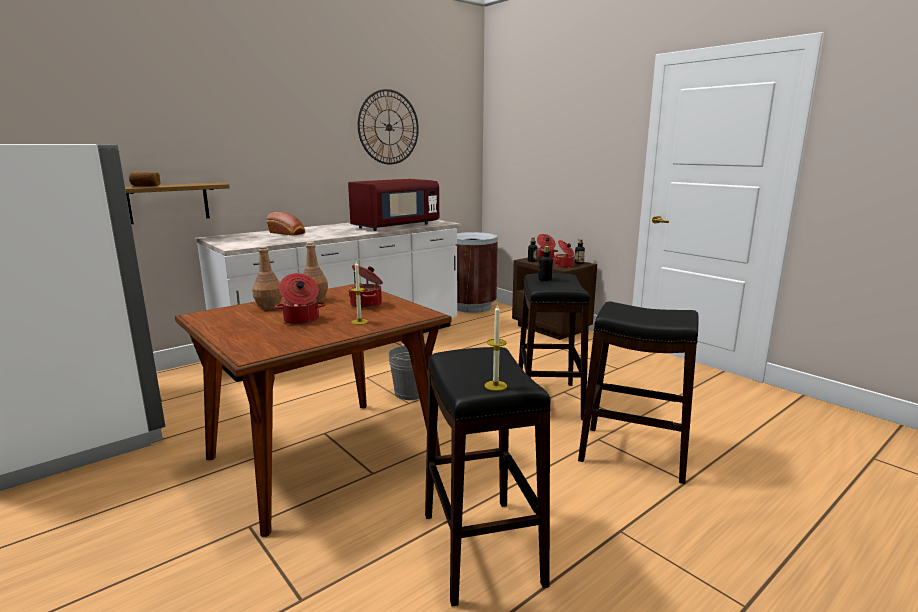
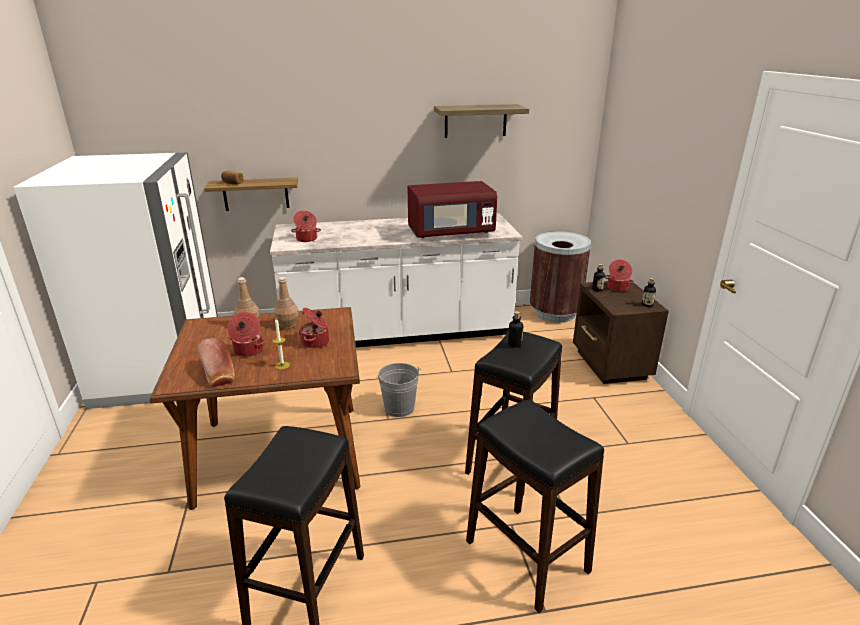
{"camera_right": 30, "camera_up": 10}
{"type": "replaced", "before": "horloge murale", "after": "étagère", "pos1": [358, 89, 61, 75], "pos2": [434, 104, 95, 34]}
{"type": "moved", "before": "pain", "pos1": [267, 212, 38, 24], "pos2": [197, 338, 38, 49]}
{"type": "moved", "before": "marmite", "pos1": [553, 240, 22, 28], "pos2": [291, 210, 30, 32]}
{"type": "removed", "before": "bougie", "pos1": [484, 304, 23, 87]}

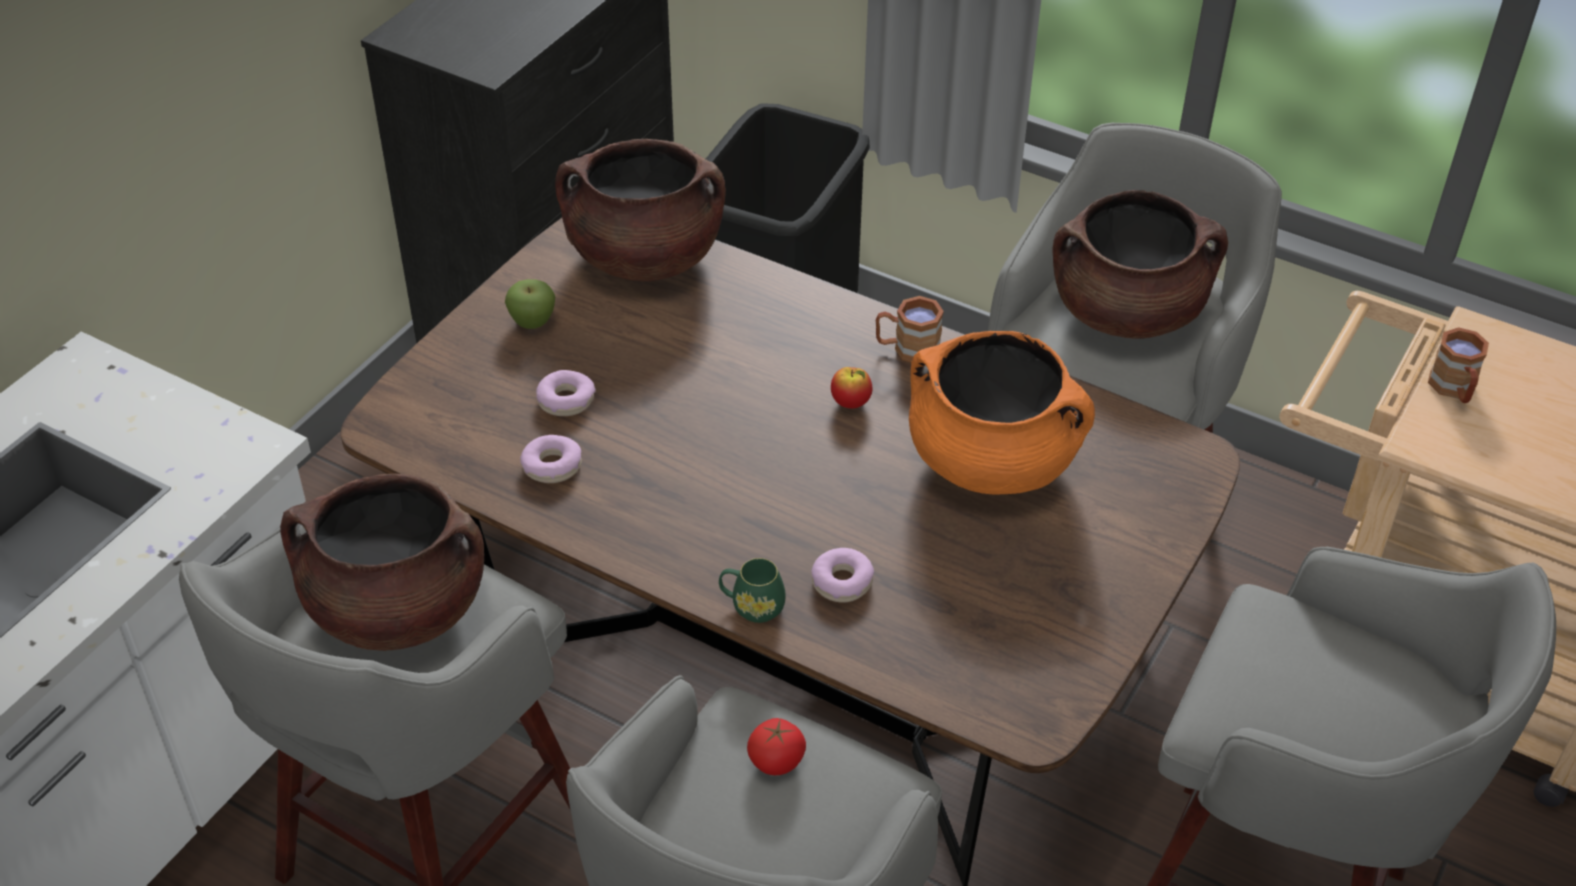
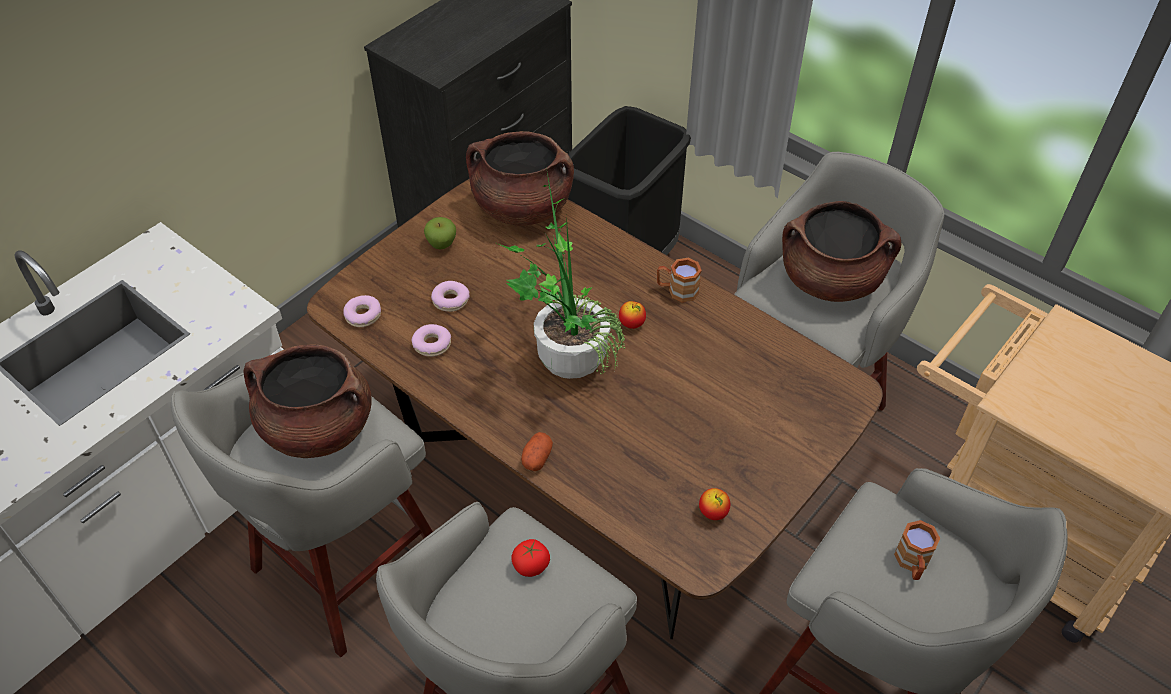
{"camera_right": 10, "camera_up": 5}
{"type": "moved", "before": "mug/marron", "pos1": [1428, 327, 61, 76], "pos2": [894, 520, 46, 60]}
{"type": "removed", "before": "marmite/orange", "pos1": [909, 331, 186, 163]}
{"type": "moved", "before": "beignet", "pos1": [811, 548, 63, 55], "pos2": [343, 295, 38, 32]}
{"type": "replaced", "before": "mug/vert", "after": "pomme de terre", "pos1": [719, 558, 67, 65], "pos2": [521, 432, 32, 39]}
{"type": "added", "after": "plante en pot", "pos2": [497, 167, 128, 212]}
{"type": "added", "after": "pomme", "pos2": [699, 488, 31, 32]}

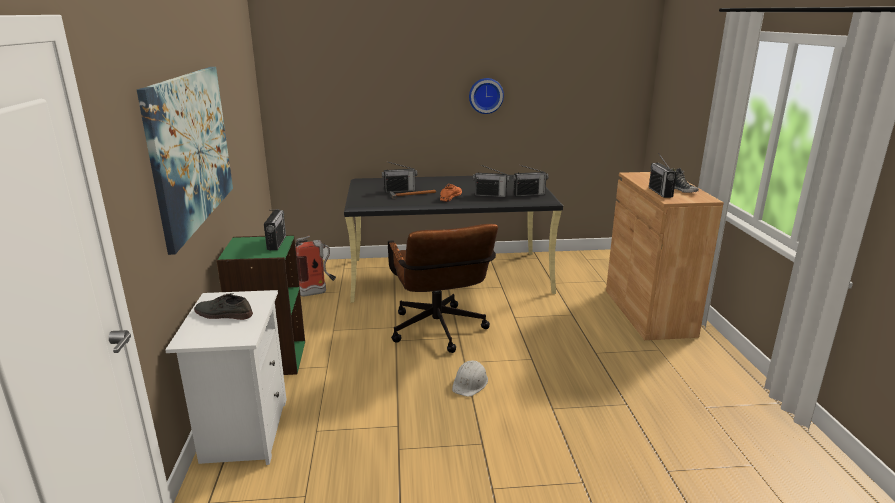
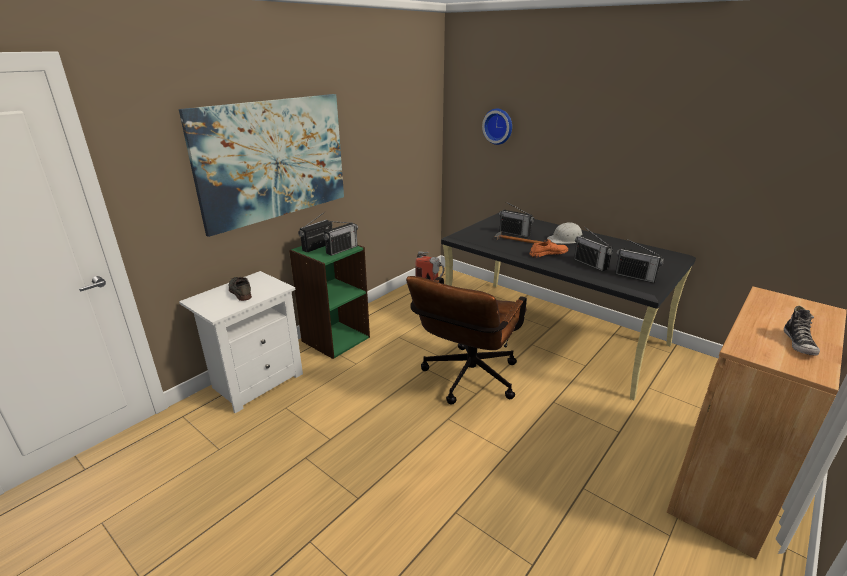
{"camera_right": 45, "camera_up": 5}
{"type": "moved", "before": "horloge murale", "pos1": [469, 78, 35, 36], "pos2": [482, 109, 30, 36]}
{"type": "moved", "before": "radio", "pos1": [649, 153, 28, 45], "pos2": [298, 213, 35, 39]}
{"type": "moved", "before": "casque de chantier/blanc", "pos1": [452, 360, 36, 37], "pos2": [547, 222, 36, 22]}

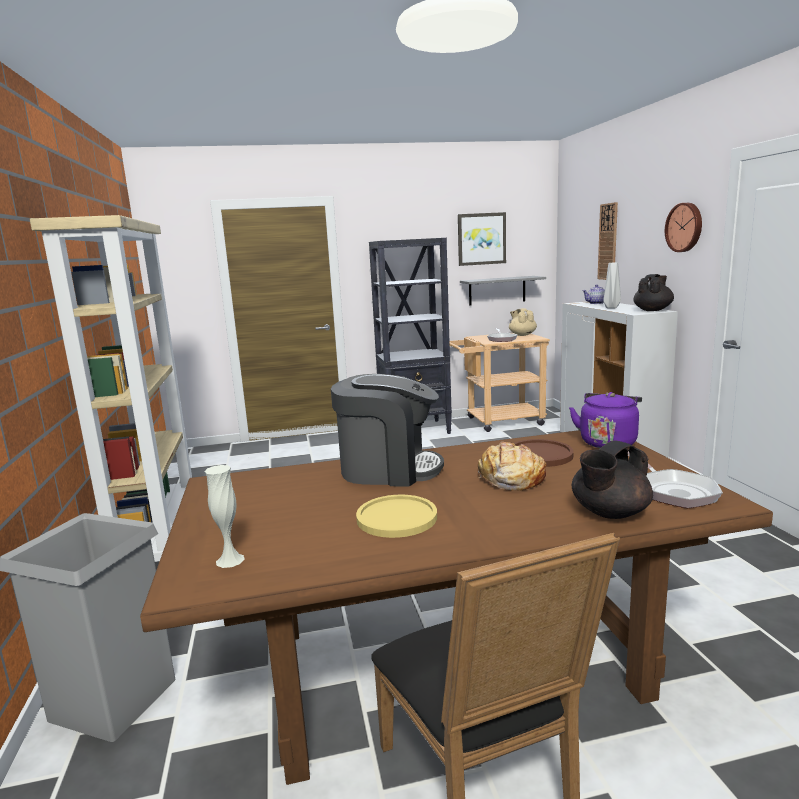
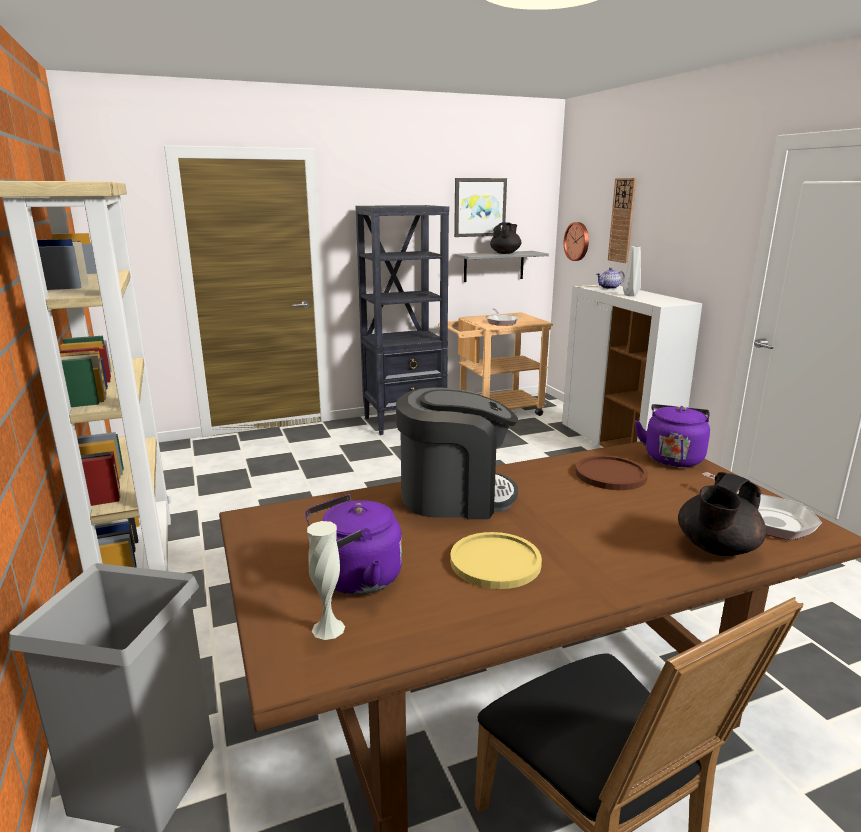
{"camera_right": -10, "camera_up": 5}
{"type": "moved", "before": "horloge murale", "pos1": [665, 203, 37, 49], "pos2": [564, 222, 25, 39]}
{"type": "moved", "before": "théière/noir", "pos1": [634, 274, 40, 37], "pos2": [490, 222, 31, 32]}
{"type": "removed", "before": "théière/beige", "pos1": [509, 308, 28, 28]}
{"type": "removed", "before": "pain", "pos1": [478, 442, 69, 49]}
{"type": "added", "after": "bouilloire/violet", "pos2": [305, 494, 97, 101]}

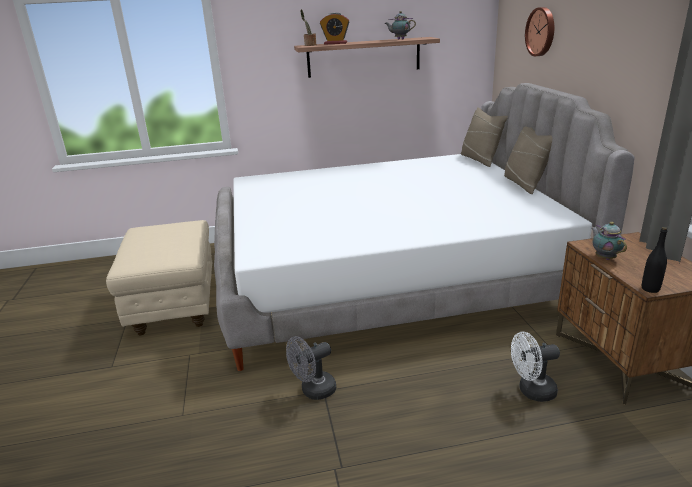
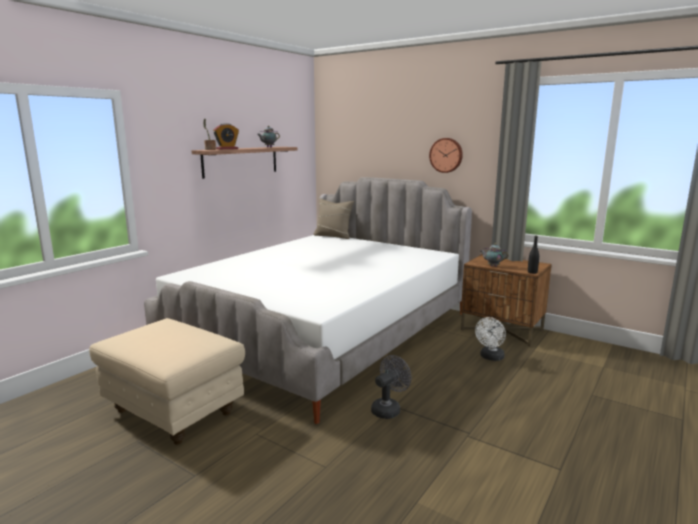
{"camera_right": -45, "camera_up": -10}
{"type": "moved", "before": "horloge murale", "pos1": [525, 7, 29, 49], "pos2": [429, 138, 34, 35]}
{"type": "removed", "before": "coussin/beige", "pos1": [504, 127, 48, 67]}
{"type": "turned", "before": "ventilateur/gris", "pos1": [286, 336, 50, 64], "pos2": [371, 355, 40, 64], "turn": -150}

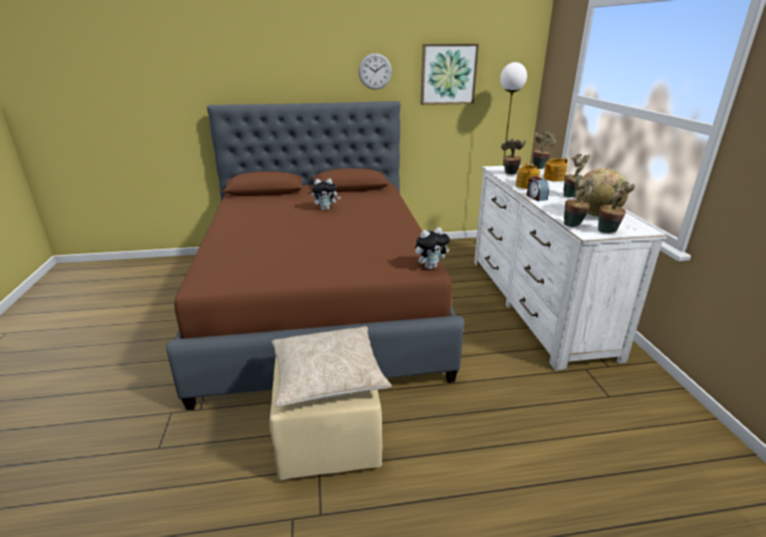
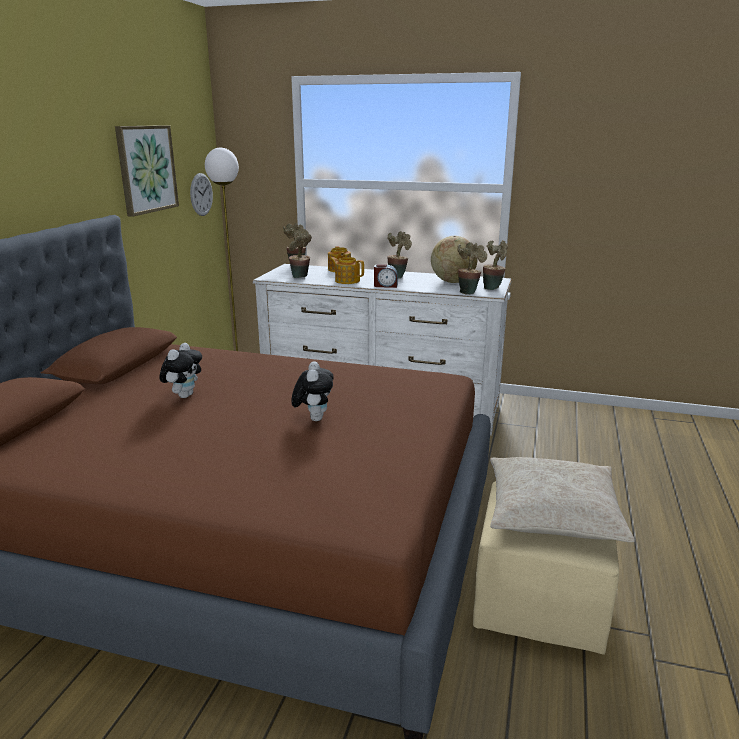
{"camera_right": -65, "camera_up": -5}
{"type": "moved", "before": "horloge murale", "pos1": [359, 53, 33, 37], "pos2": [190, 173, 23, 43]}
{"type": "moved", "before": "peluche", "pos1": [415, 227, 35, 42], "pos2": [291, 361, 43, 60]}

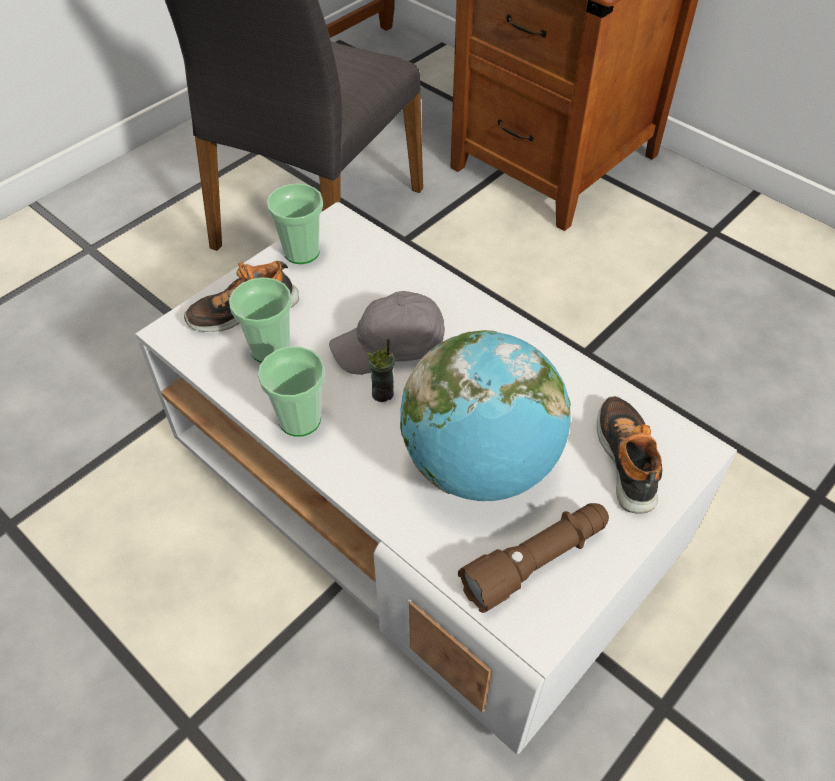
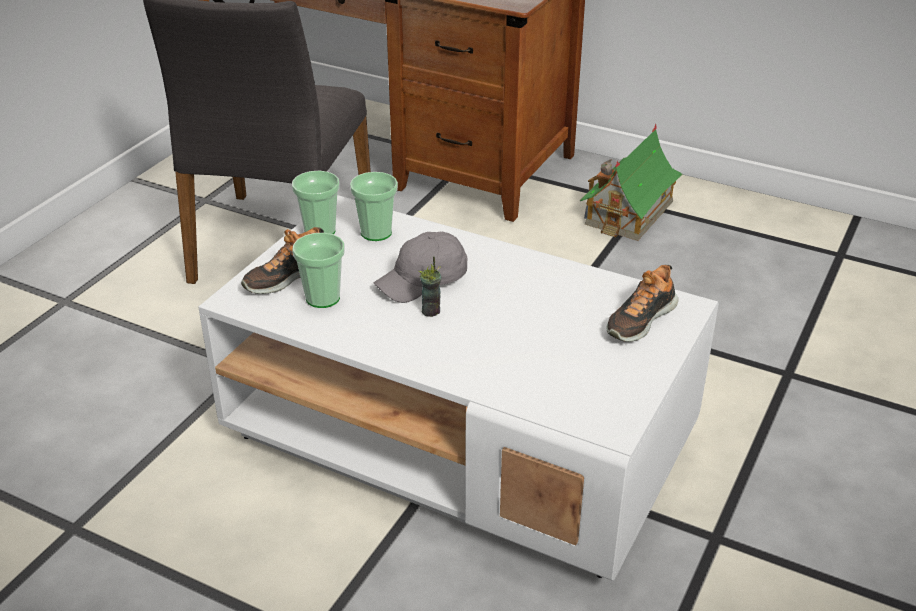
{"camera_right": -15, "camera_up": -15}
{"type": "removed", "before": "globe", "pos1": [400, 330, 171, 171]}
{"type": "moved", "before": "tasse", "pos1": [258, 346, 67, 91], "pos2": [350, 172, 48, 69]}
{"type": "turned", "before": "chaussure", "pos1": [597, 396, 65, 117], "pos2": [606, 265, 73, 77], "turn": -120}
{"type": "removed", "before": "lampe de poche/marron", "pos1": [458, 503, 151, 110]}
{"type": "added", "after": "maison miniature", "pos2": [580, 124, 102, 117]}

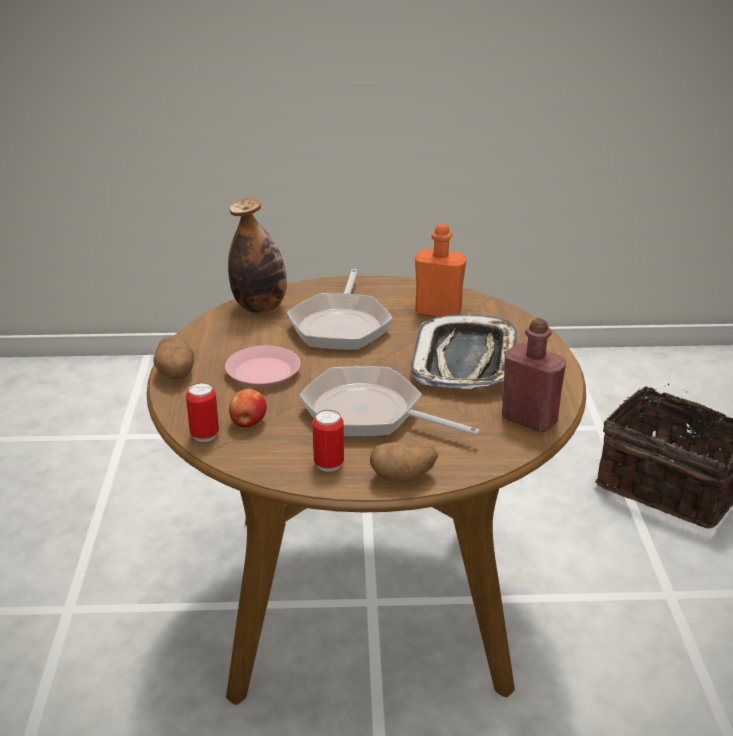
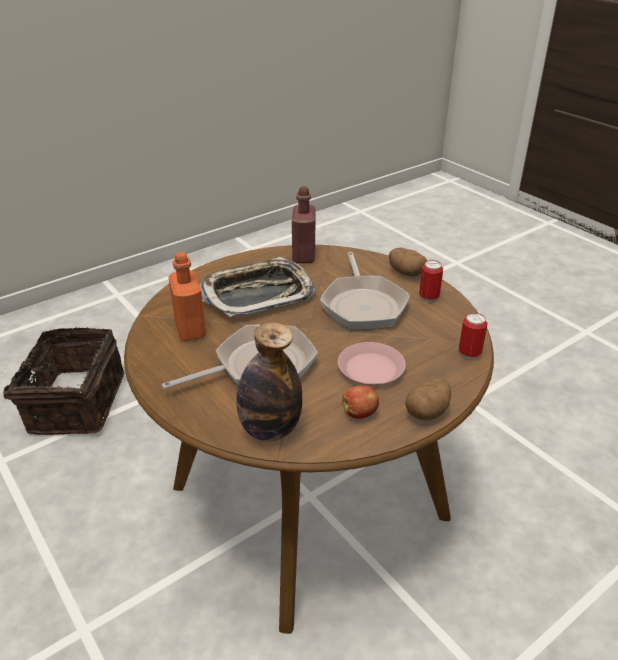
{"camera_right": -125, "camera_up": 5}
{"type": "moved", "before": "pomme", "pos1": [229, 388, 38, 39], "pos2": [342, 386, 37, 33]}

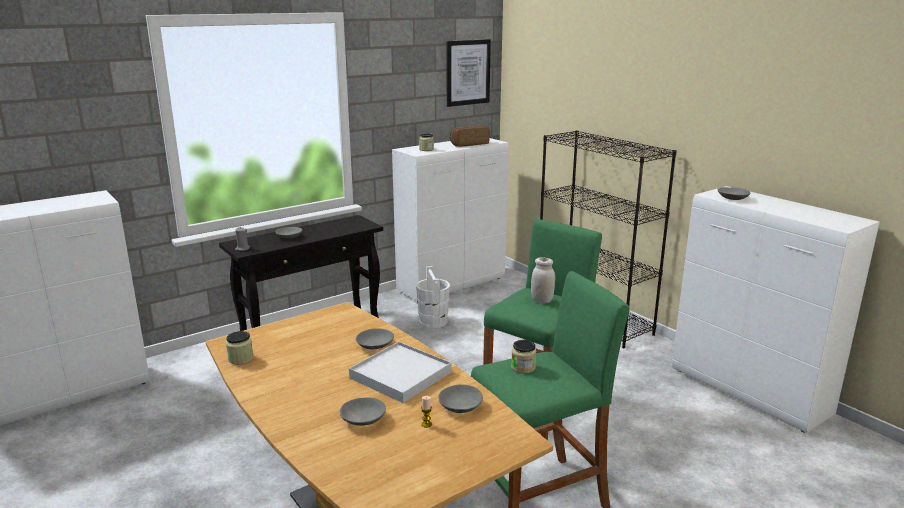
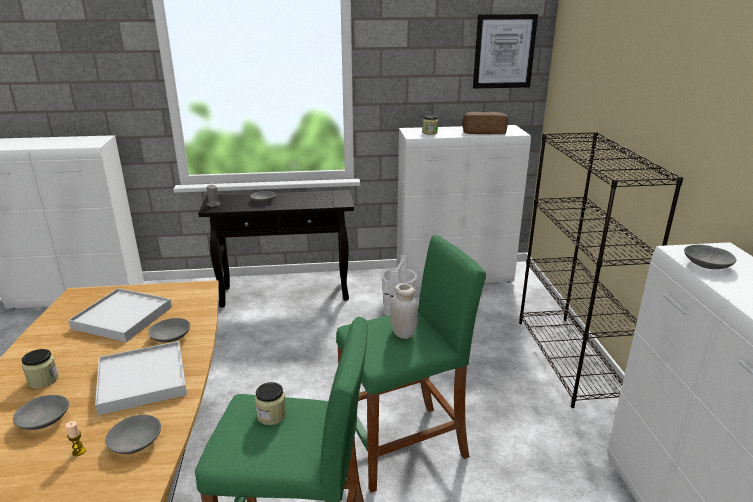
{"camera_right": 30, "camera_up": 5}
{"type": "moved", "before": "bocal", "pos1": [226, 331, 27, 34], "pos2": [21, 349, 38, 40]}
{"type": "added", "after": "plateau/blanc", "pos2": [68, 288, 104, 54]}

